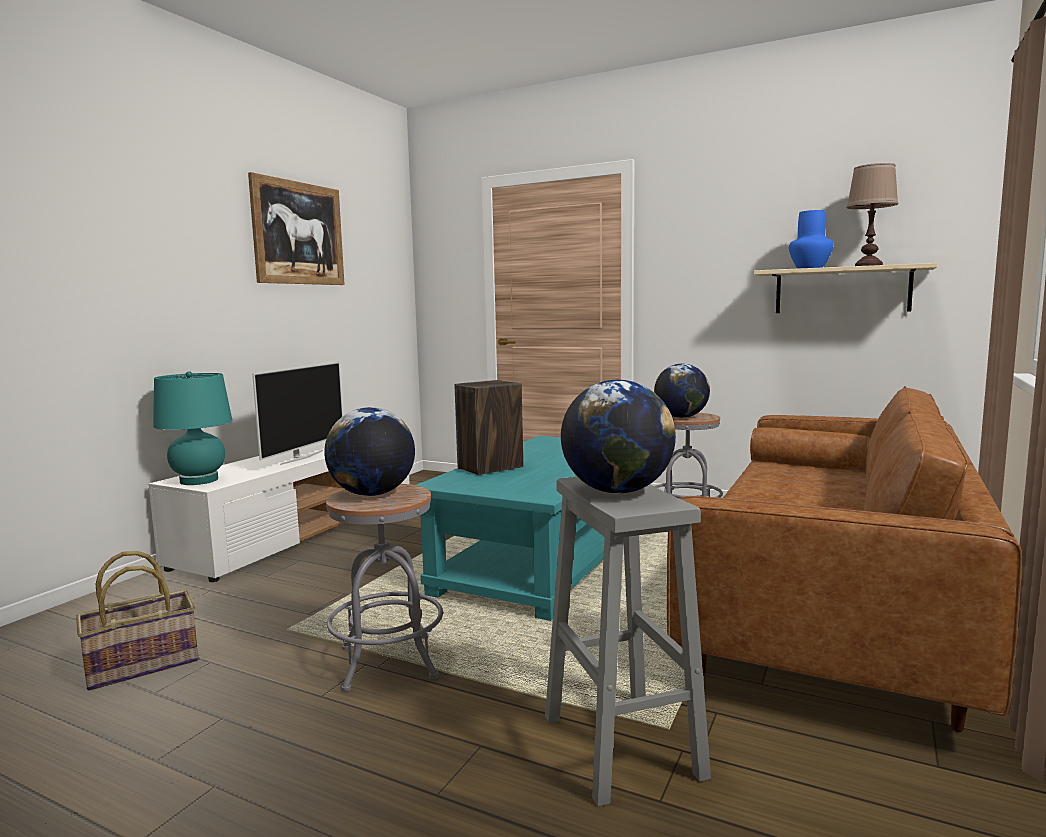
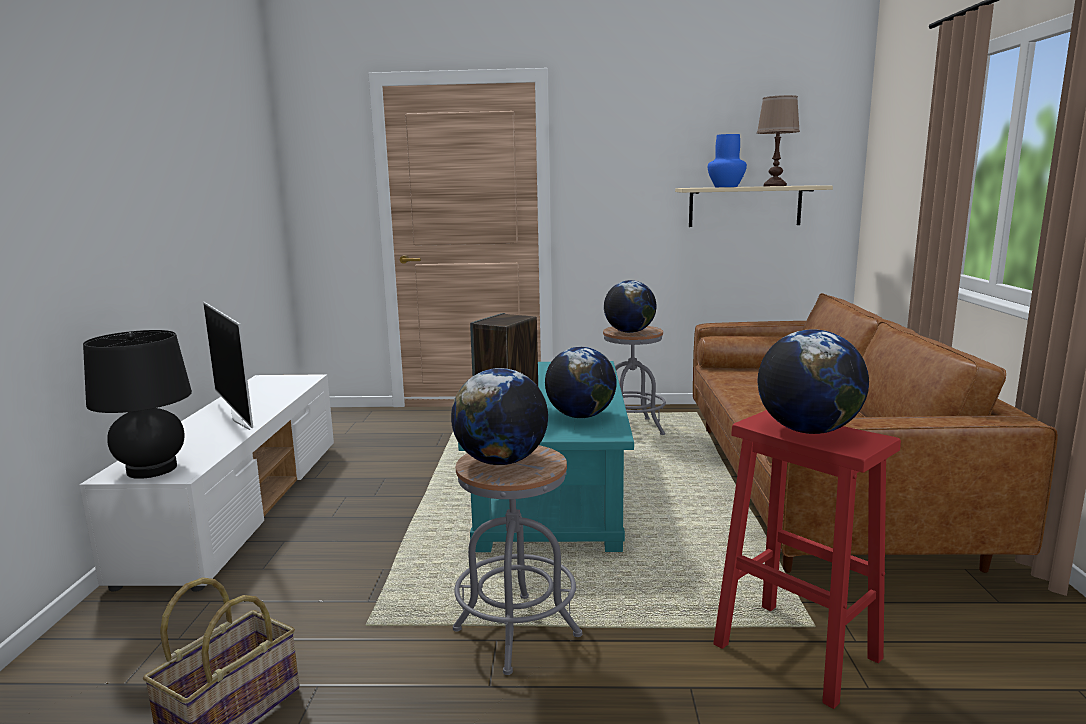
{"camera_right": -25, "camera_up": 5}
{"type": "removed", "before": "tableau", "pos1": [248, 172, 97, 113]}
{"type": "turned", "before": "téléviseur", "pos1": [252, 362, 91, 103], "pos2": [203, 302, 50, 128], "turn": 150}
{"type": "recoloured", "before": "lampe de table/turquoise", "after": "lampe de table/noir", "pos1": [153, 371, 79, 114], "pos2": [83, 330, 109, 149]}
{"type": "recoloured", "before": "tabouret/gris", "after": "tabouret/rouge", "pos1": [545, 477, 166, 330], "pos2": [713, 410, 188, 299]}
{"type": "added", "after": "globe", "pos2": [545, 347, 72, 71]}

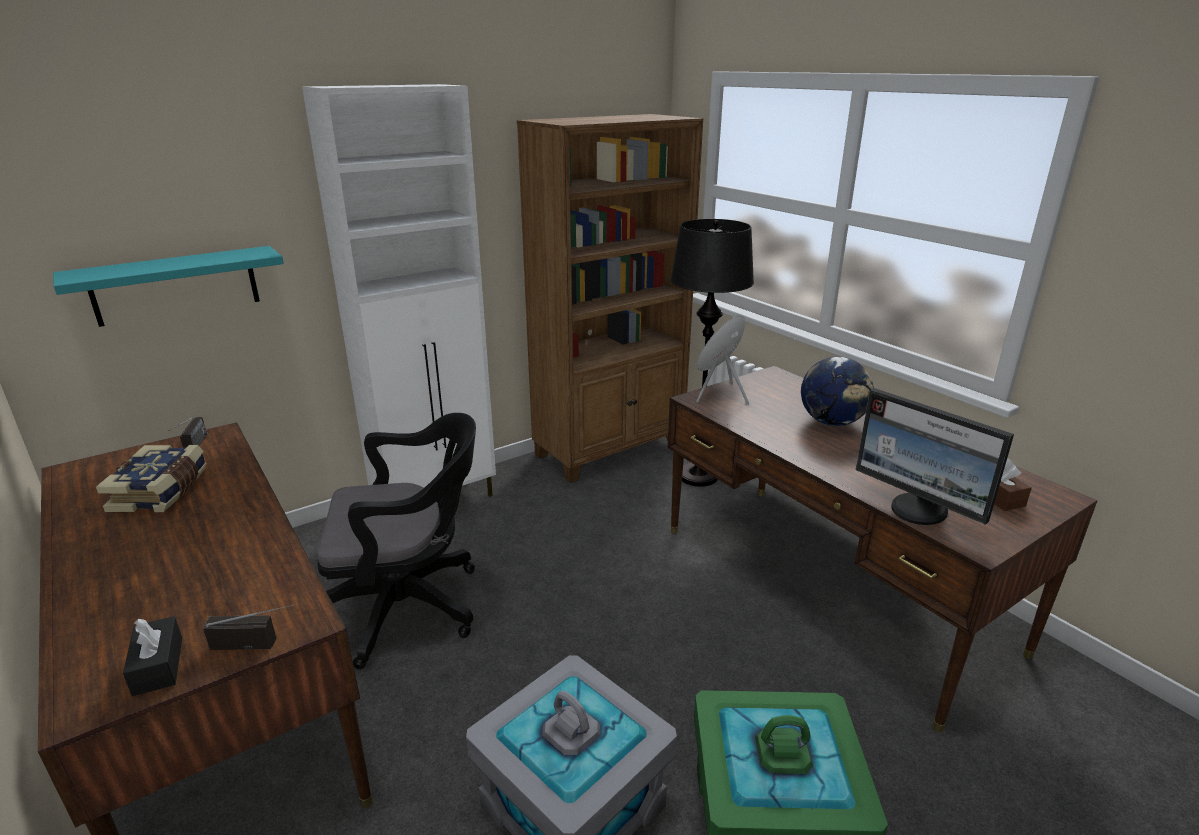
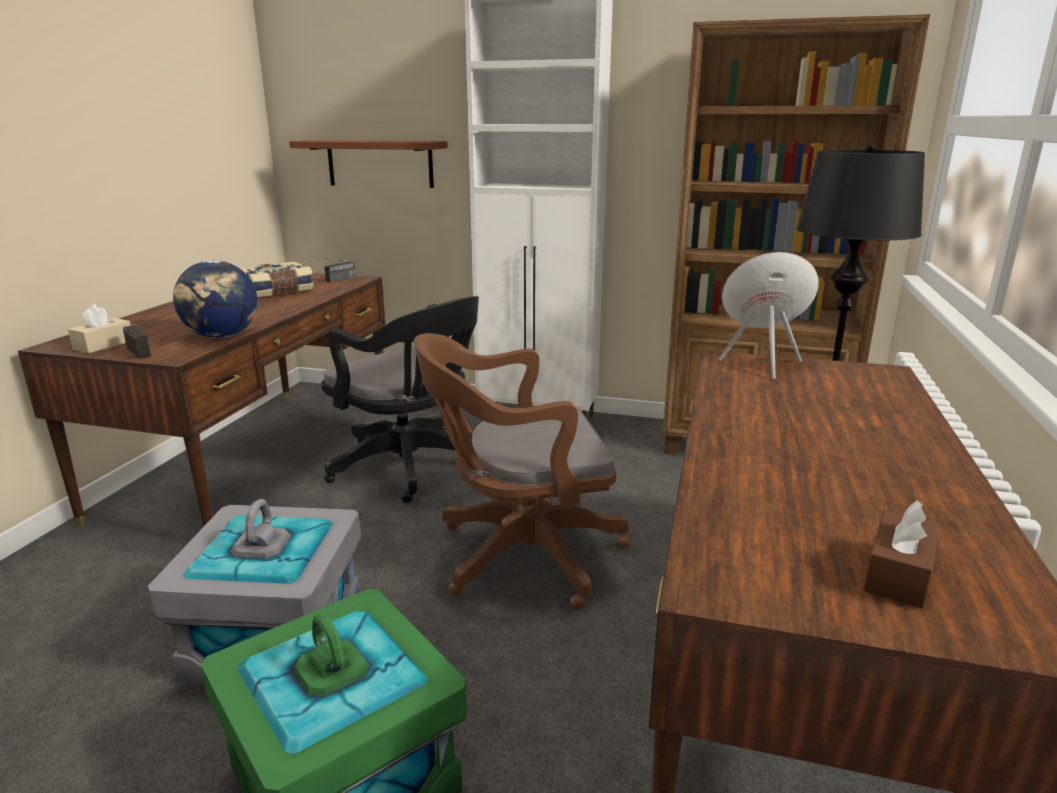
{"camera_right": 50, "camera_up": -5}
{"type": "recoloured", "before": "étagère/turquoise", "after": "étagère/marron", "pos1": [53, 246, 231, 81], "pos2": [289, 140, 159, 48]}
{"type": "moved", "before": "globe", "pos1": [801, 357, 73, 69], "pos2": [173, 260, 84, 78]}
{"type": "removed", "before": "écran d'ordinateur", "pos1": [856, 388, 158, 137]}
{"type": "recoloured", "before": "boîte à mouchoirs/noir", "after": "boîte à mouchoirs/beige", "pos1": [123, 616, 59, 80], "pos2": [68, 304, 63, 49]}
{"type": "added", "after": "chaise de bureau/marron", "pos2": [414, 333, 216, 277]}

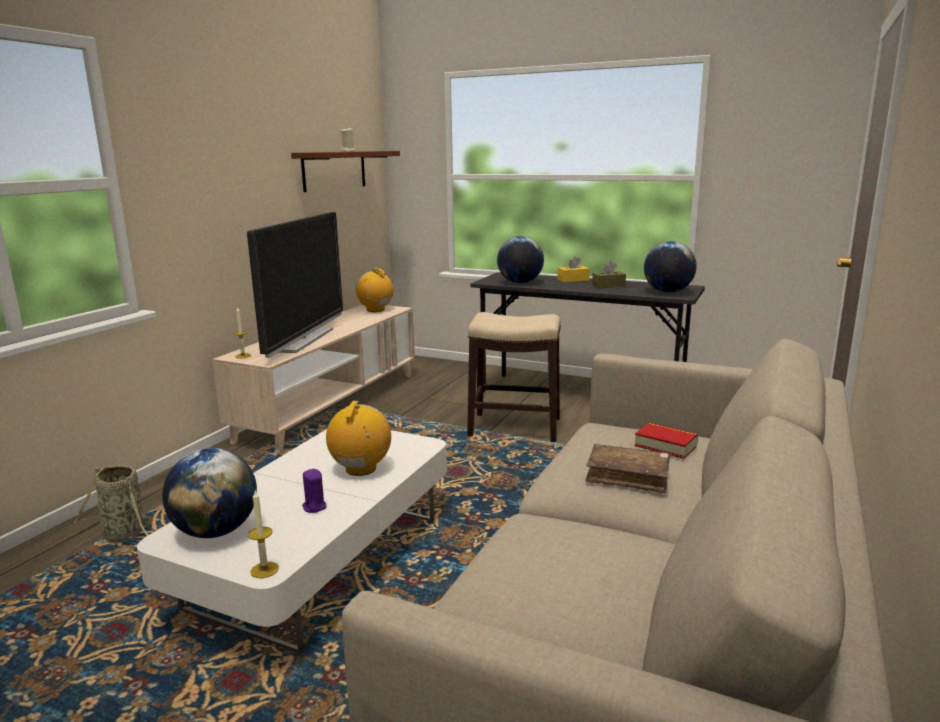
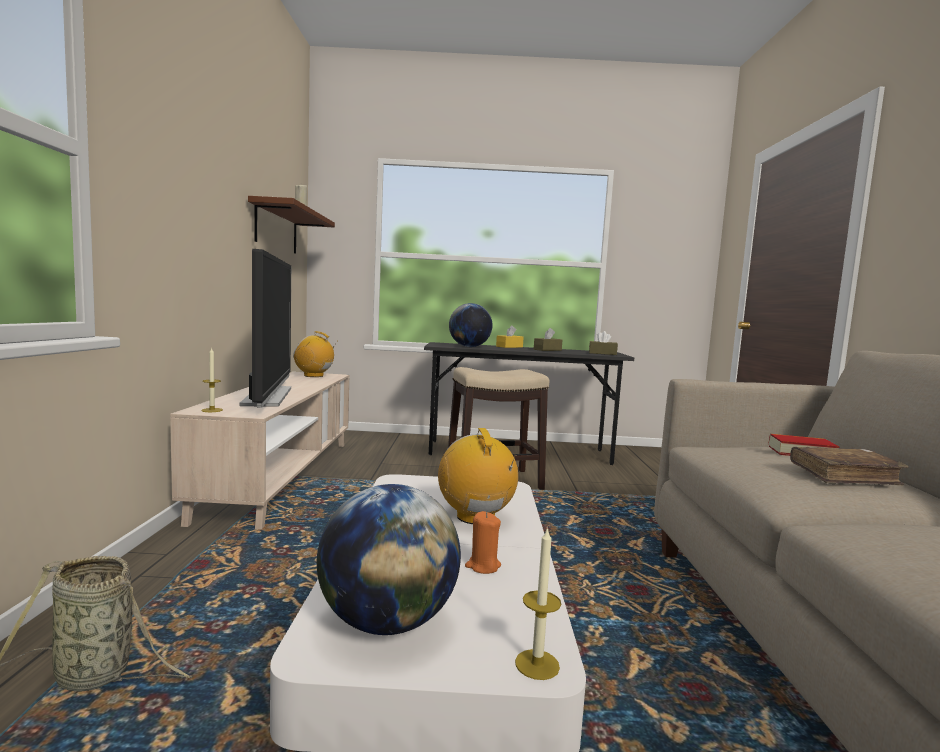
{"camera_right": -25, "camera_up": -10}
{"type": "replaced", "before": "globe", "after": "boîte à mouchoirs/marron", "pos1": [644, 241, 53, 52], "pos2": [589, 331, 29, 24]}
{"type": "recoloured", "before": "bougie/violet", "after": "bougie/orange", "pos1": [302, 469, 24, 44], "pos2": [465, 511, 36, 63]}

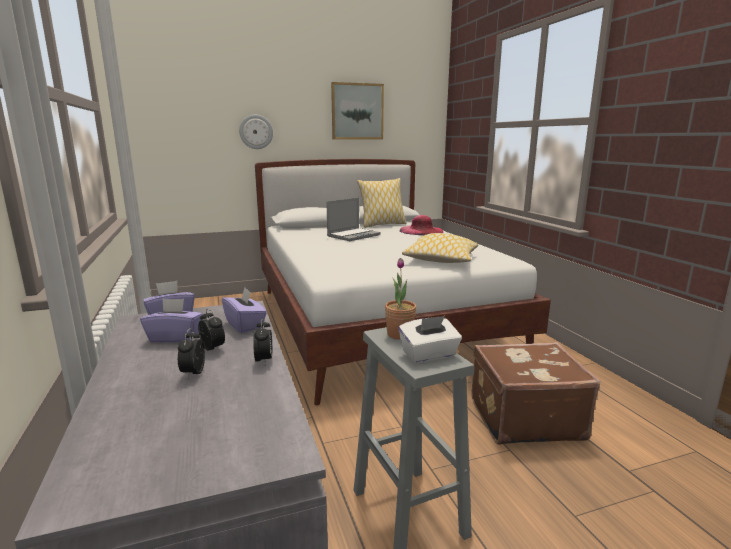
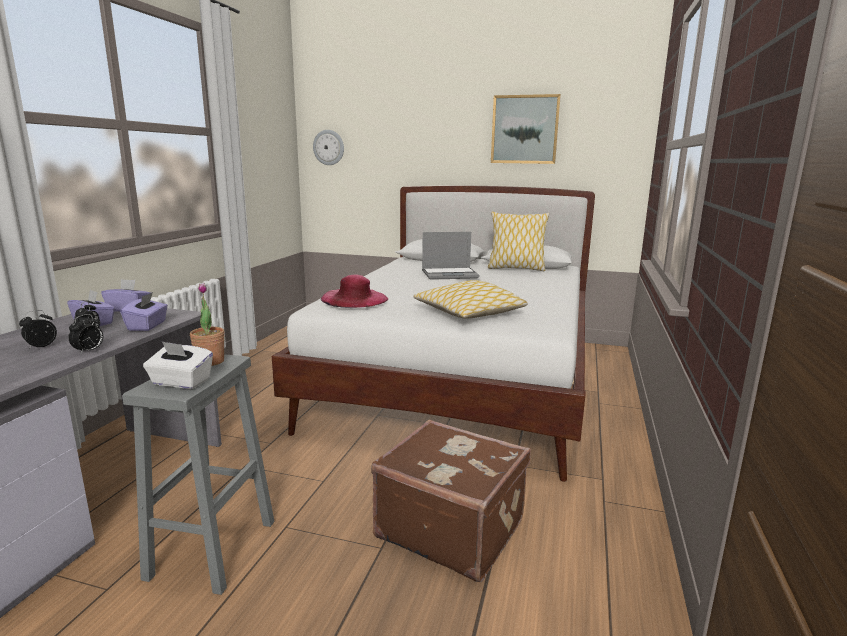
{"camera_right": 35, "camera_up": 0}
{"type": "moved", "before": "horloge murale", "pos1": [239, 115, 34, 34], "pos2": [313, 130, 31, 35]}
{"type": "moved", "before": "chapeau/rose", "pos1": [399, 215, 44, 20], "pos2": [321, 274, 67, 34]}

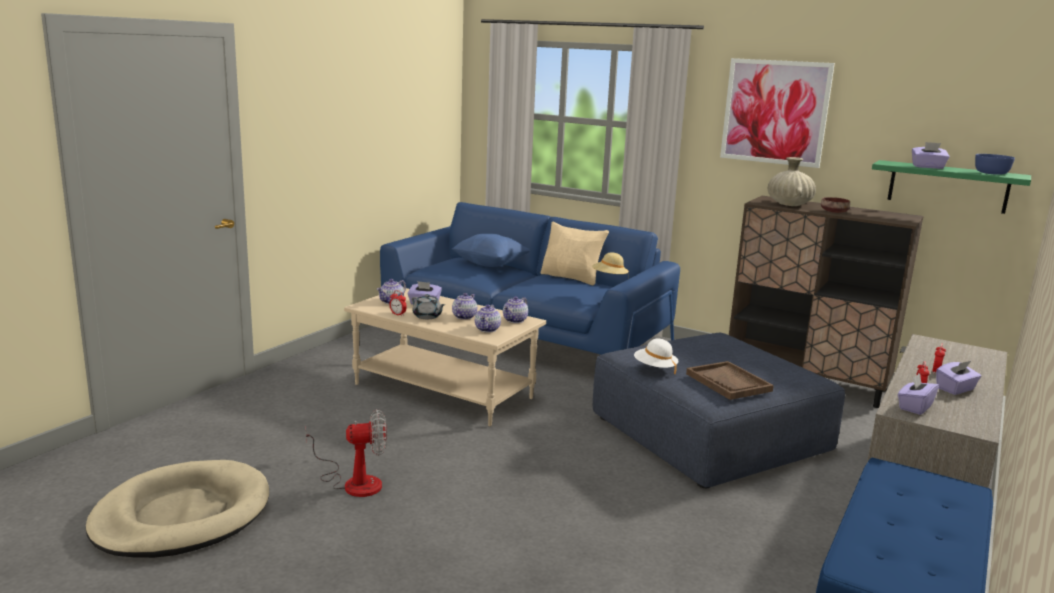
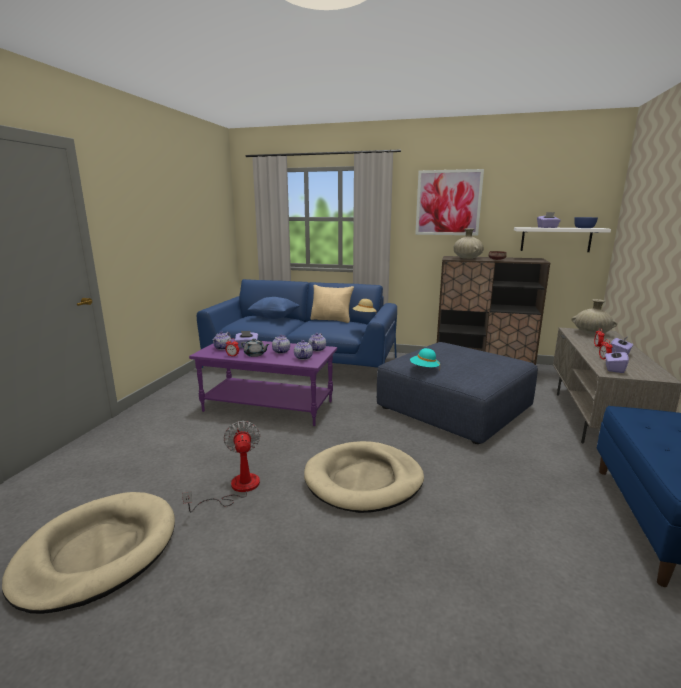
{"camera_right": -15, "camera_up": 0}
{"type": "recoloured", "before": "étagère/vert", "after": "étagère/blanc", "pos1": [872, 160, 159, 54], "pos2": [514, 227, 97, 25]}
{"type": "recoloured", "before": "table basse/beige", "after": "table basse/violet", "pos1": [344, 288, 202, 138], "pos2": [189, 339, 148, 87]}
{"type": "recoloured", "before": "chapeau/blanc", "after": "chapeau/turquoise", "pos1": [634, 339, 45, 35], "pos2": [410, 348, 30, 23]}
{"type": "removed", "before": "plateau/marron", "pos1": [686, 361, 88, 39]}
{"type": "turned", "before": "ventilateur", "pos1": [305, 409, 82, 88], "pos2": [182, 421, 78, 92], "turn": -75}
{"type": "added", "after": "vase/beige", "pos2": [571, 299, 46, 36]}
{"type": "added", "after": "panier pour chien/beige", "pos2": [304, 441, 120, 72]}

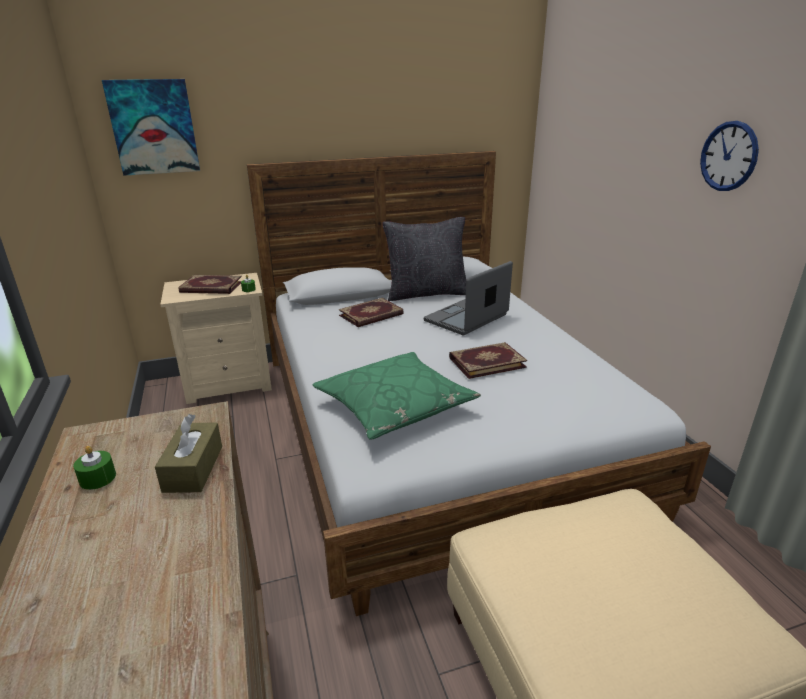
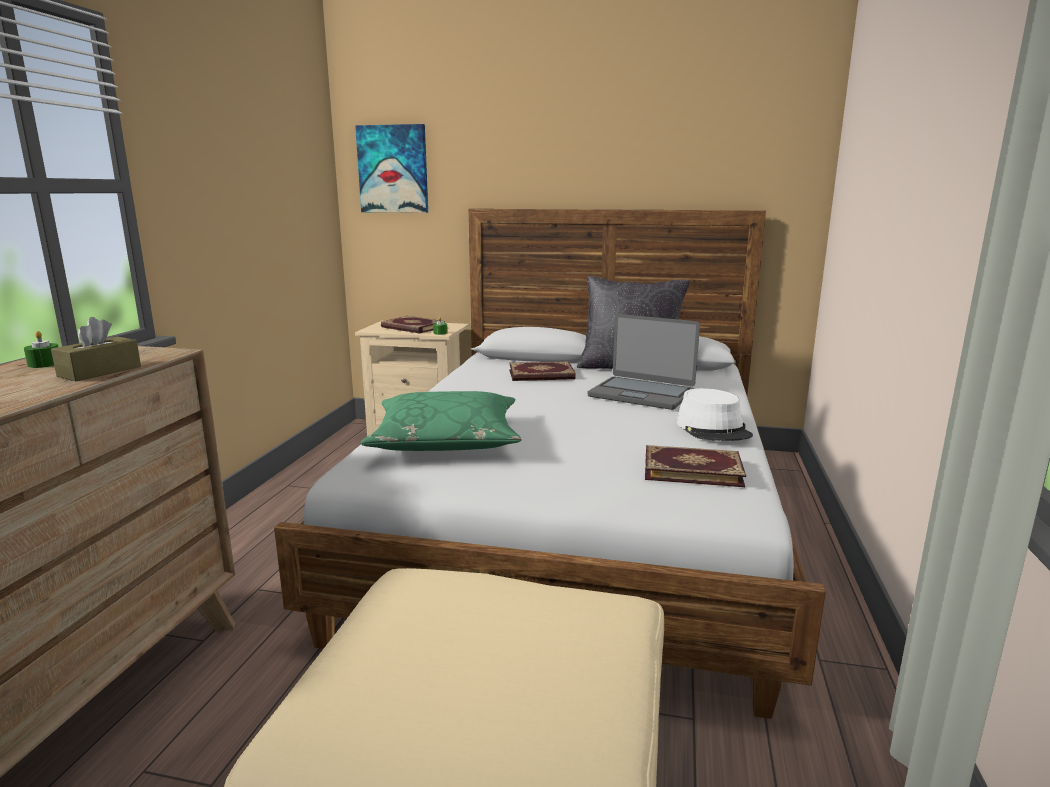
{"camera_right": 30, "camera_up": -10}
{"type": "removed", "before": "horloge murale", "pos1": [700, 121, 59, 70]}
{"type": "turned", "before": "ordinateur portable", "pos1": [424, 261, 89, 74], "pos2": [588, 314, 112, 96], "turn": -135}
{"type": "moved", "before": "livre", "pos1": [449, 342, 78, 37], "pos2": [645, 445, 101, 42]}
{"type": "added", "after": "chapeau/blanc", "pos2": [677, 388, 76, 53]}

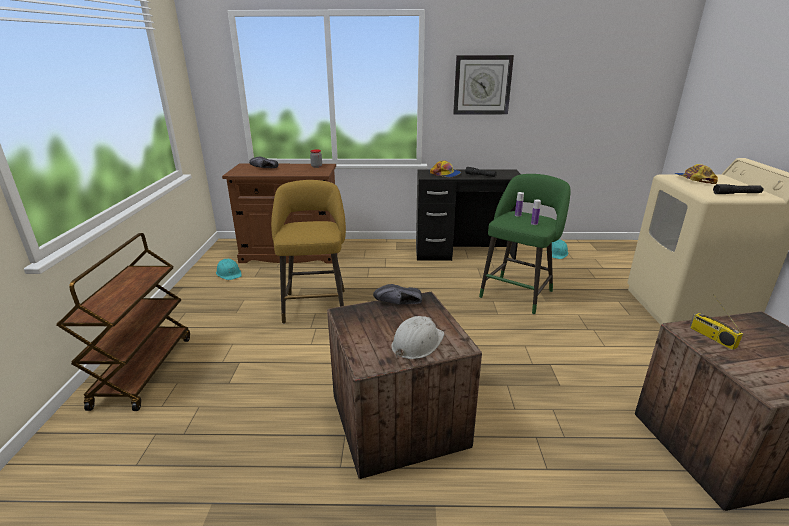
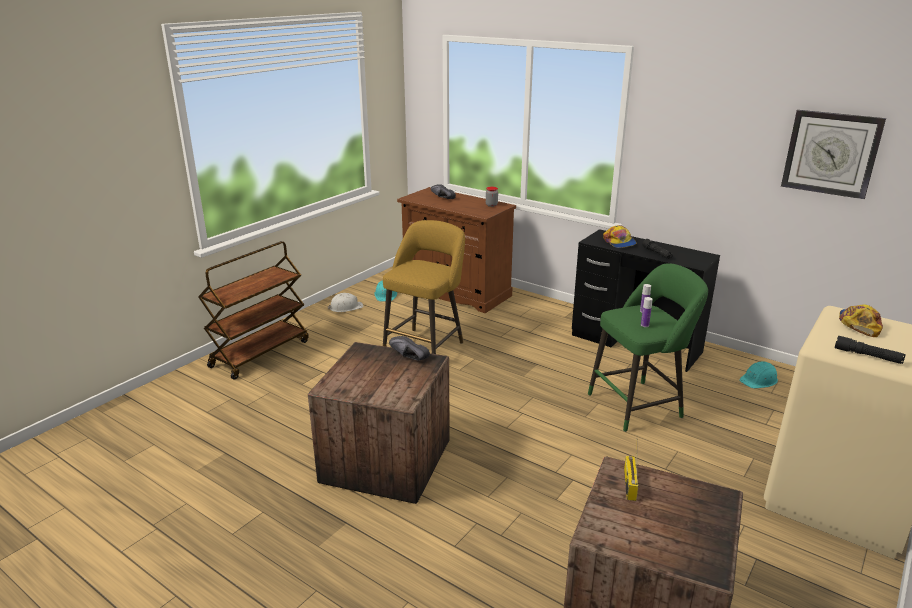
{"camera_right": 35, "camera_up": 0}
{"type": "moved", "before": "horloge murale", "pos1": [453, 55, 61, 60], "pos2": [781, 110, 105, 89]}
{"type": "moved", "before": "casque de chantier/blanc", "pos1": [391, 316, 54, 43], "pos2": [327, 293, 36, 19]}

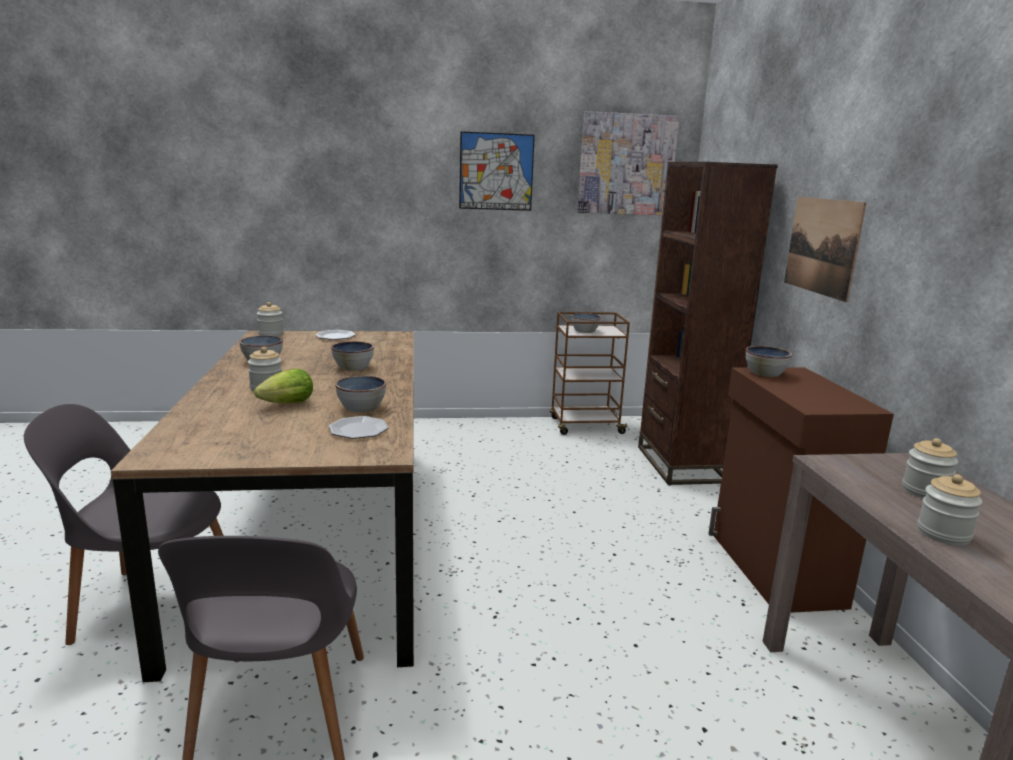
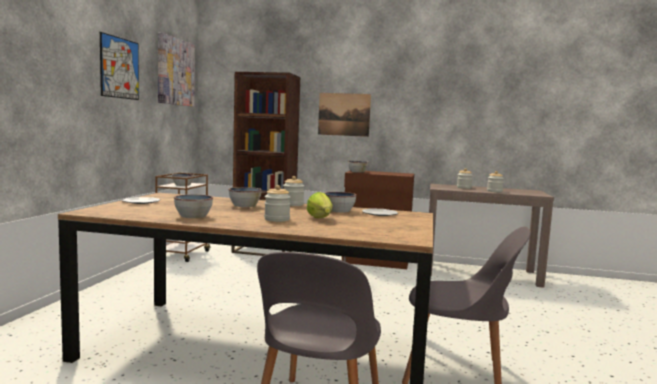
{"camera_right": -70, "camera_up": -10}
{"type": "moved", "before": "bocal", "pos1": [257, 302, 27, 34], "pos2": [283, 176, 21, 30]}

